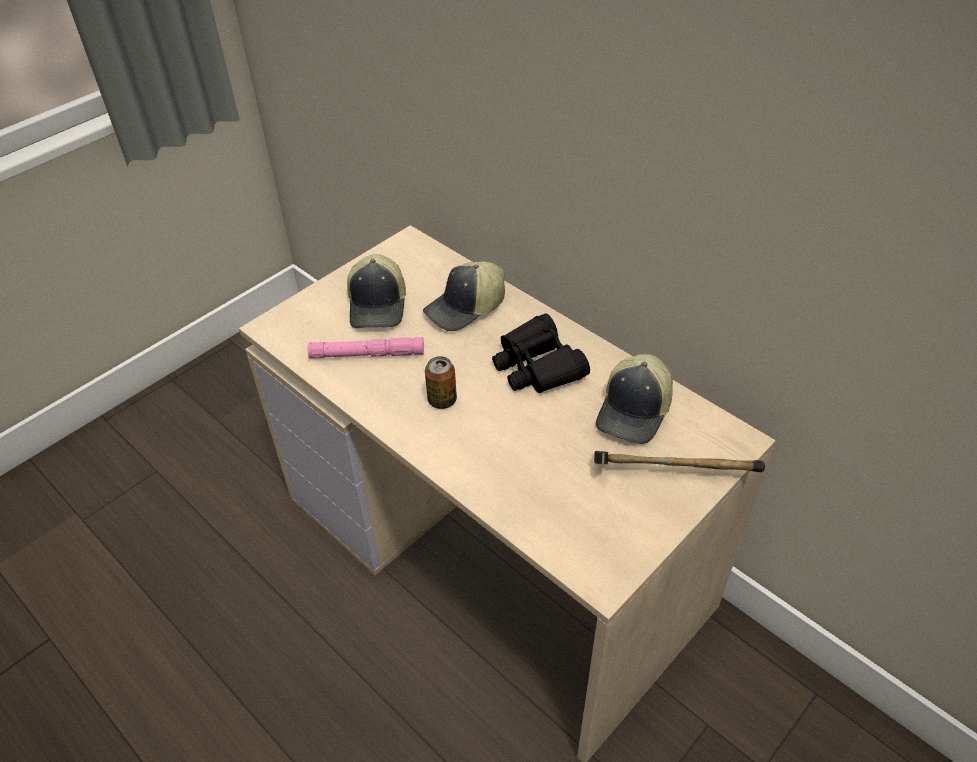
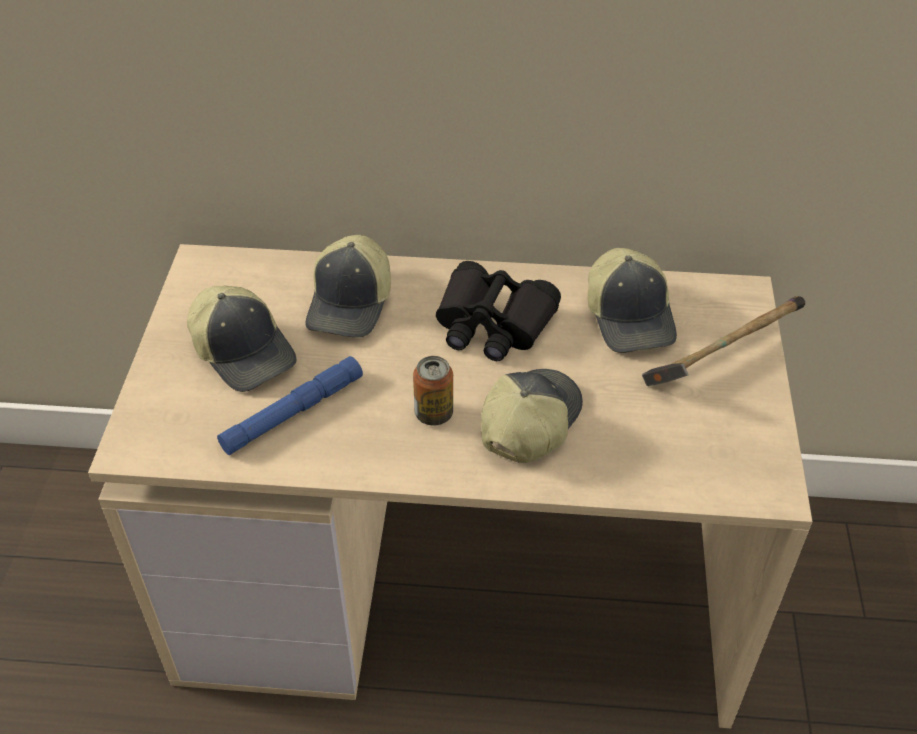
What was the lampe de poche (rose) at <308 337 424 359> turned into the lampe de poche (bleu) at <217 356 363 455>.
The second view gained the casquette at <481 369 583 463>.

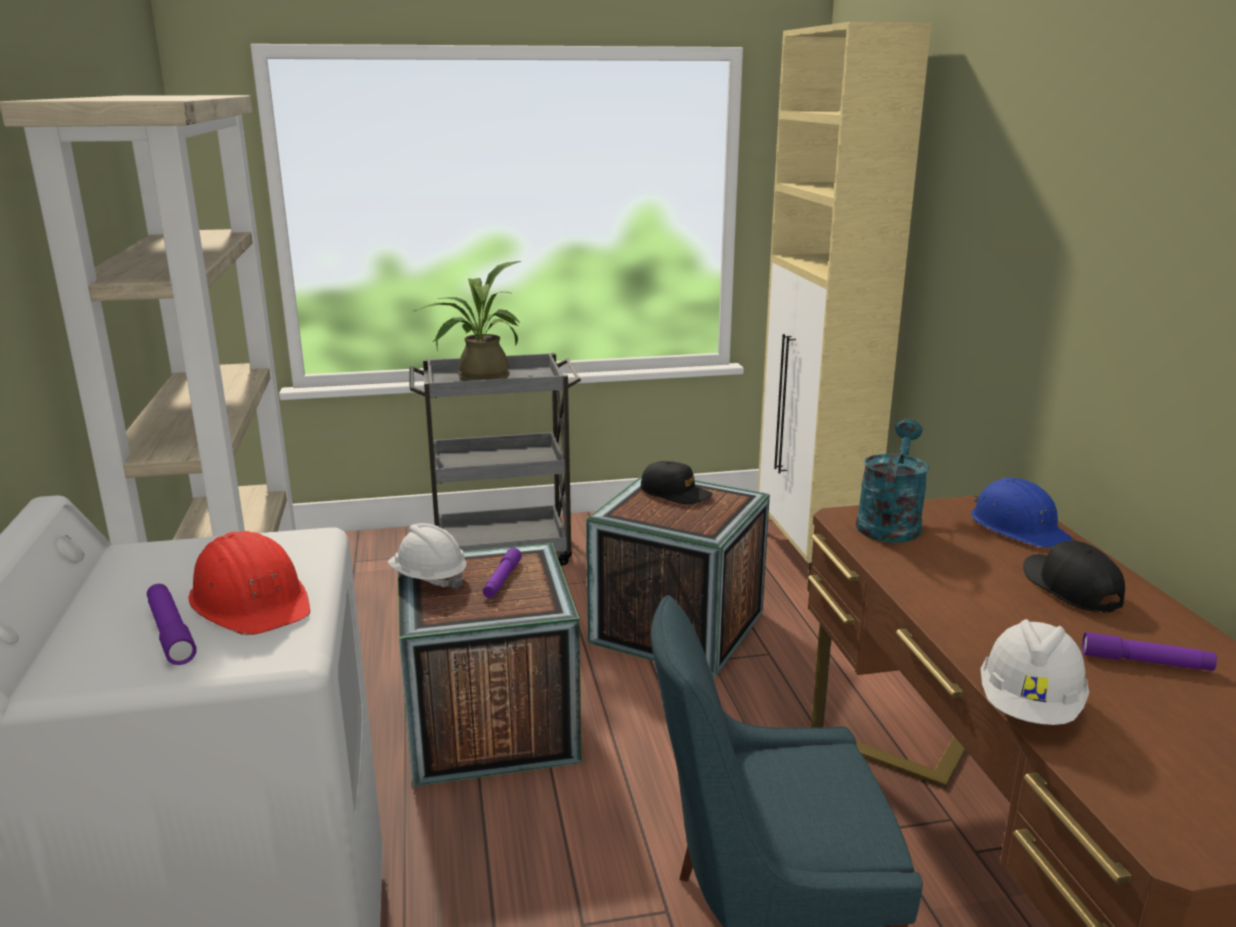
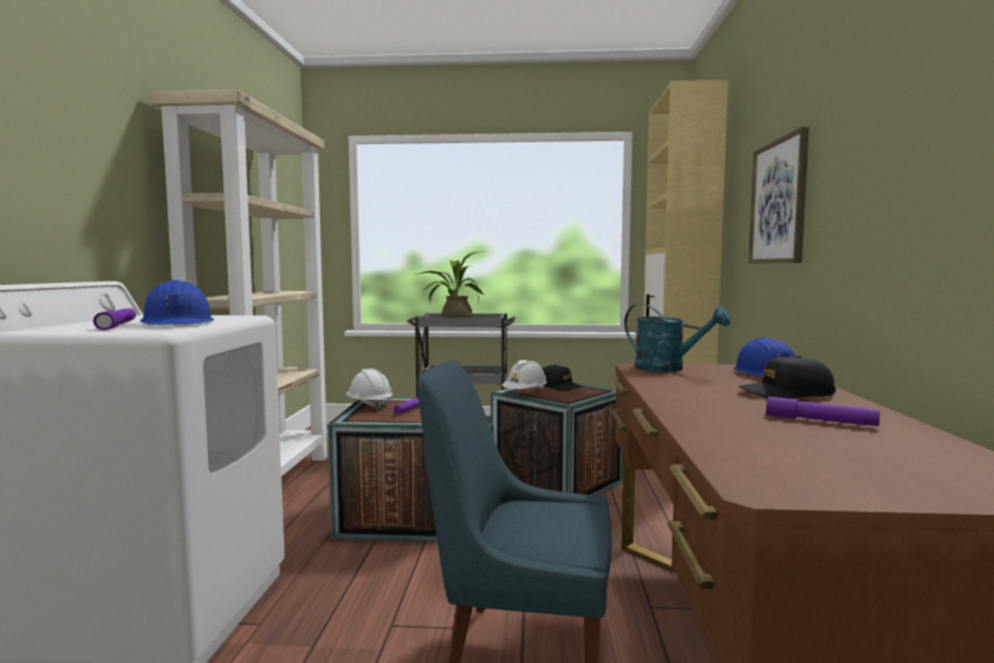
What was the casque de chantier (rouge) at <189 531 310 635> turned into the casque de chantier (bleu) at <140 280 214 325>.
The casque de chantier (blanc) ended up elsewhere, having gone from <981 619 1089 725> to <502 360 547 390>.
The arrosoir (turquoise) at <856 419 929 543> ended up facing another way, 90 degrees clockwise from before.
The casquette (noir) at <1023 541 1125 613> ended up facing another way, 90 degrees counterclockwise from before.
The second view gained the tableau at <749 127 809 263>.

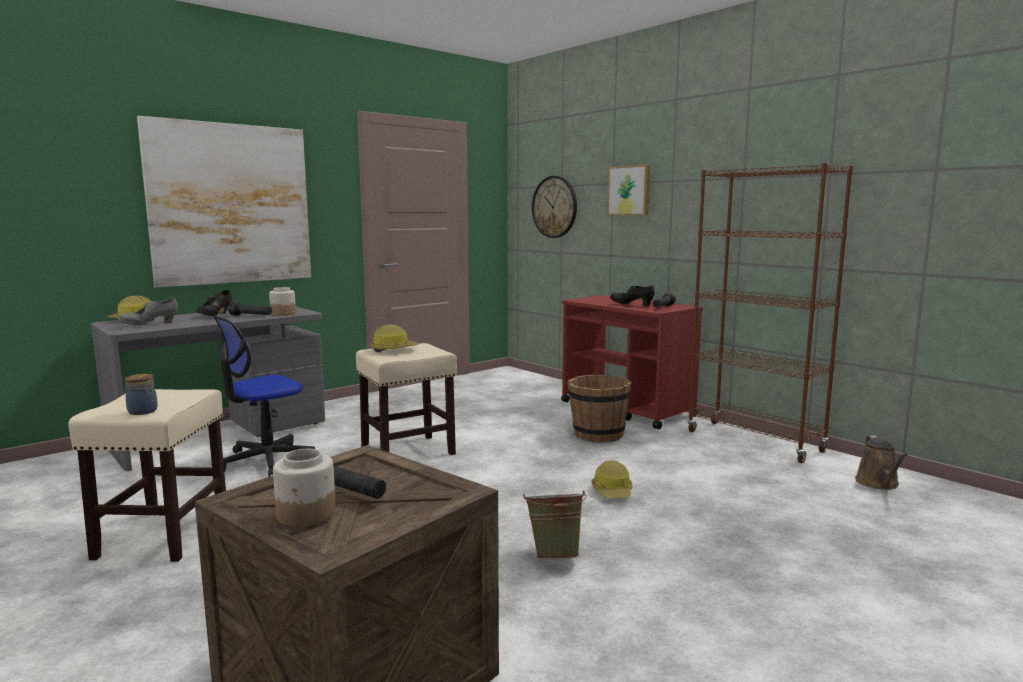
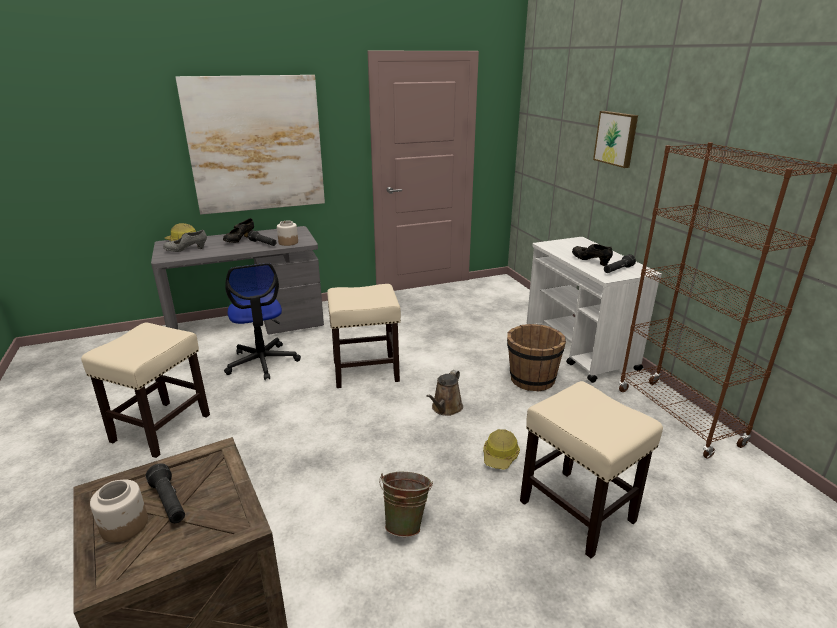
The chaise de bureau at <213 315 315 477> ended up facing another way, 90 degrees counterclockwise from before.
The arrosoir (marron) ended up elsewhere, having gone from <855 436 908 490> to <426 370 463 416>.
The second view gained the tabouret (beige) at <520 381 663 558>.
What was the chariot (rouge) at <561 295 703 430> turned into the chariot (blanc) at <527 237 662 383>.
The second view lost the bocal at <125 374 158 415>.
The second view lost the casque de chantier at <371 325 418 352>.
The second view lost the horloge murale at <532 176 577 238>.

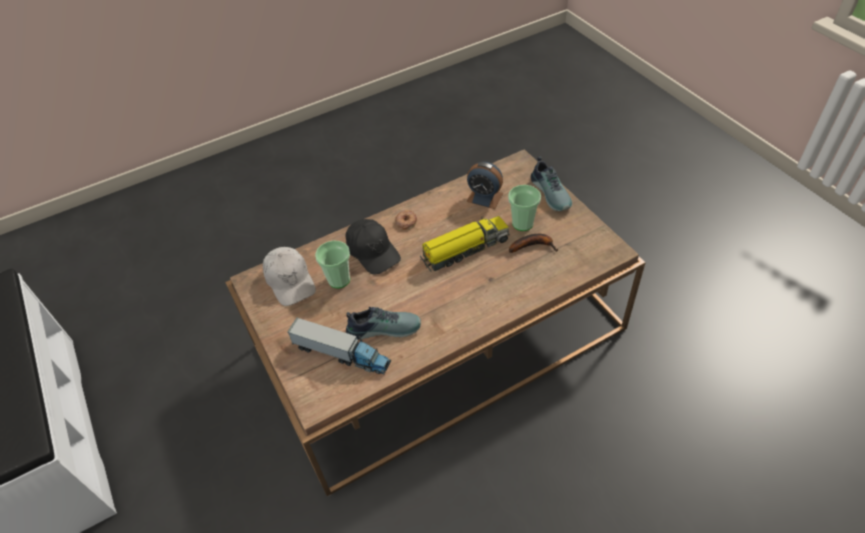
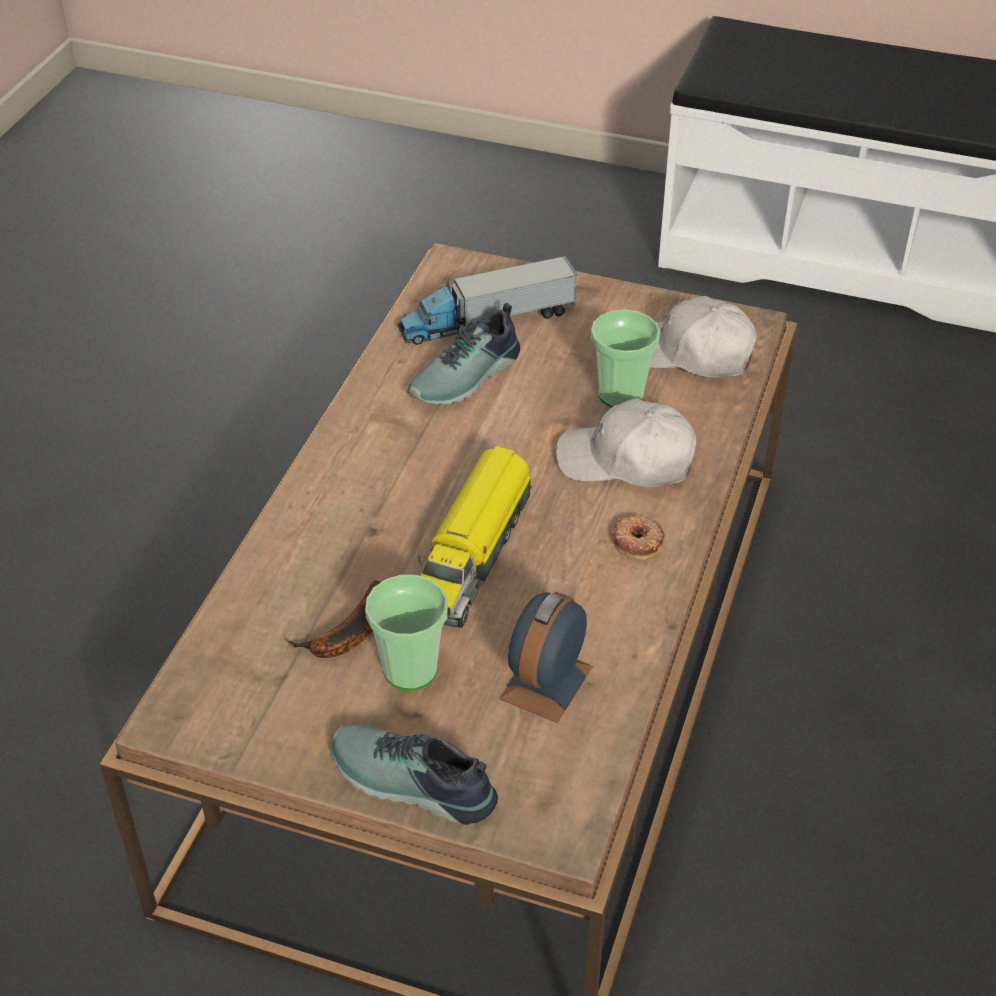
The réveil at <466 162 503 209> ended up facing another way, 45 degrees counterclockwise from before.
What was the casquette (noir) at <345 219 401 274> turned into the casquette (blanc) at <556 398 696 487>.

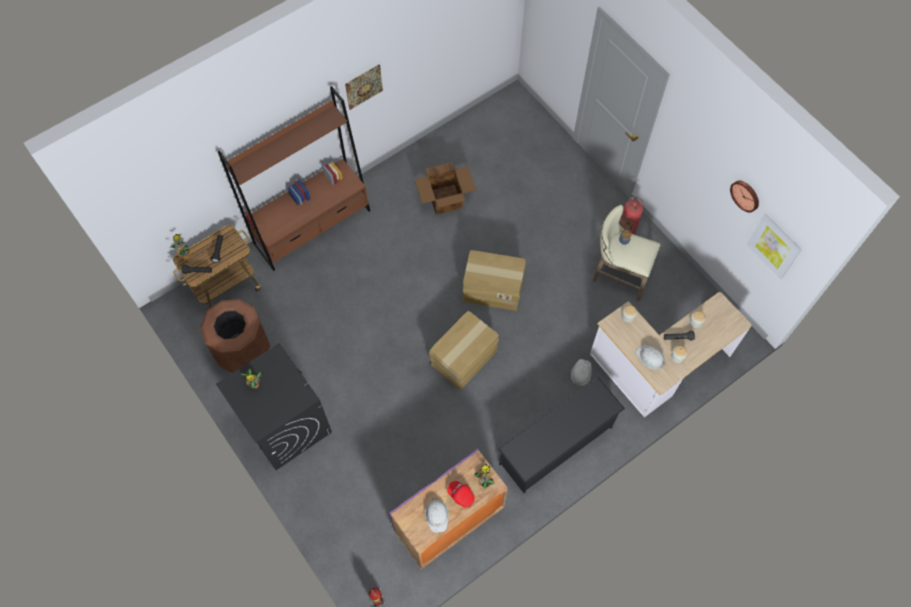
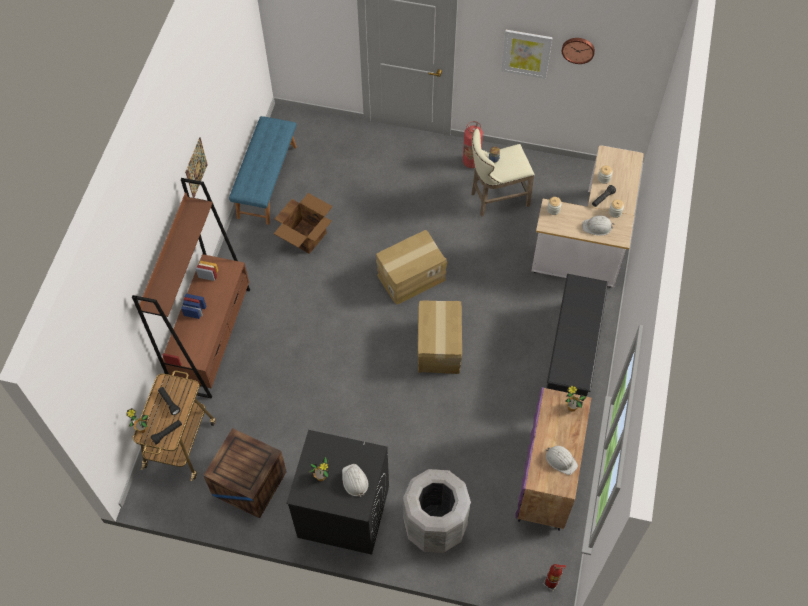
Where the poubelle (marron) stood at <200 299 270 373>, the caisse came to stand at <203 428 287 519>.
The second view gained the banc (bleu) at <229 116 297 225>.
The casque de chantier (blanc) ended up elsewhere, having gone from <571 359 591 386> to <342 464 369 497>.
The second view gained the poubelle (gris) at <403 469 471 553>.
The tableau ended up elsewhere, having gone from <747 214 802 279> to <501 30 553 79>.
The second view lost the casquette (rouge) at <447 481 475 507>.

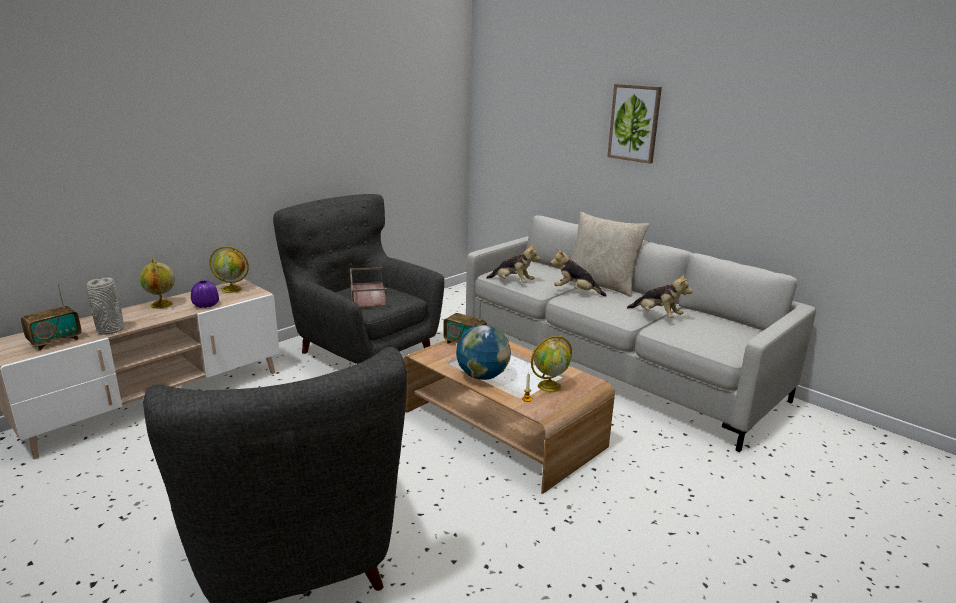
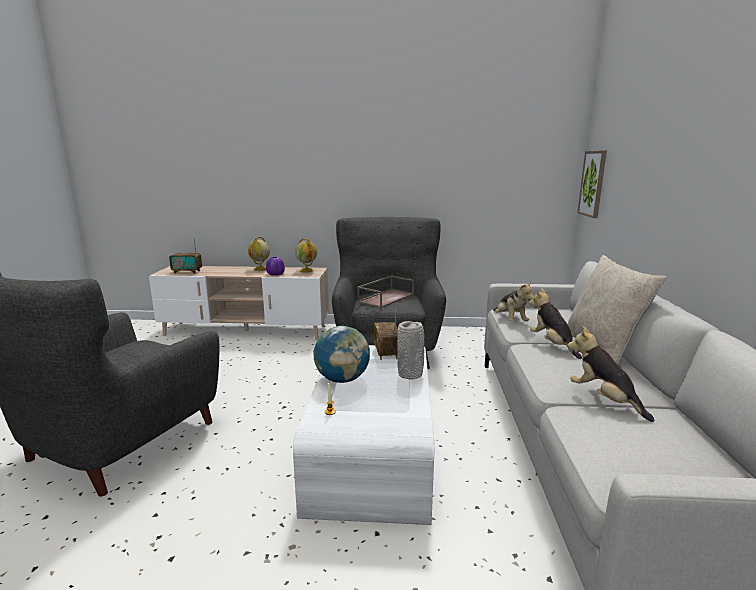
What was the table basse (marron) at <403 340 615 494> turned into the table basse (blanc) at <293 345 434 525>.
The vase (gris) ended up elsewhere, having gone from <87 277 124 335> to <397 321 424 379>.
The peluche at <627 273 692 318> ended up facing another way, 150 degrees clockwise from before.
The tableau ended up elsewhere, having gone from <607 84 662 164> to <577 150 607 218>.
The second view lost the globe at <531 335 572 392>.

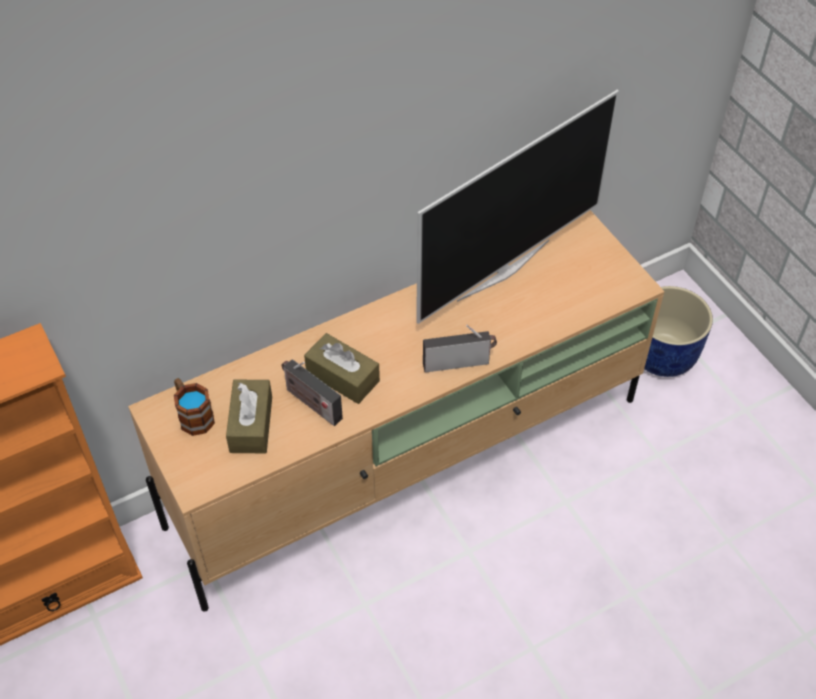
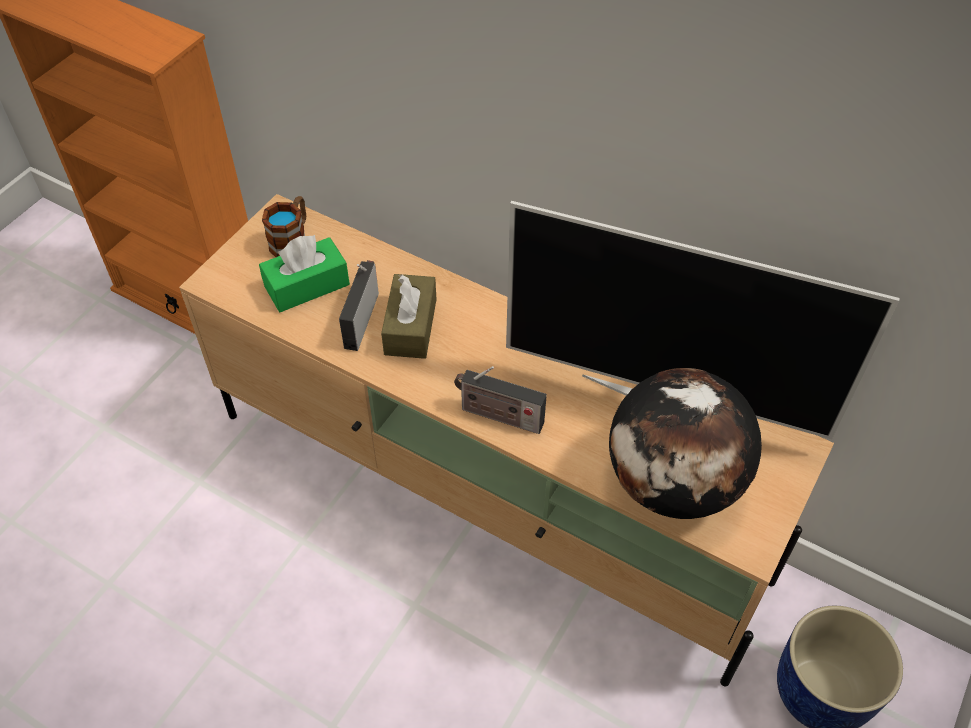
What was the boîte à mouchoirs (marron) at <226 379 272 453> turned into the boîte à mouchoirs (vert) at <259 235 350 312>.
The radio at <423 325 497 373> ended up facing another way, 150 degrees clockwise from before.
The second view gained the globe at <609 368 762 519>.

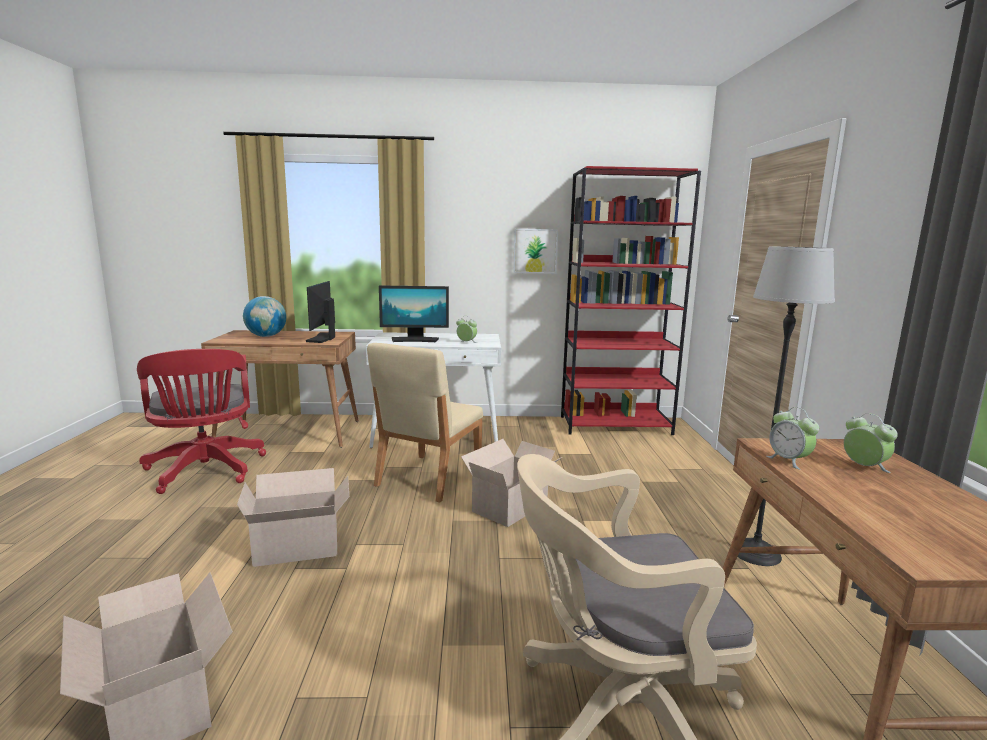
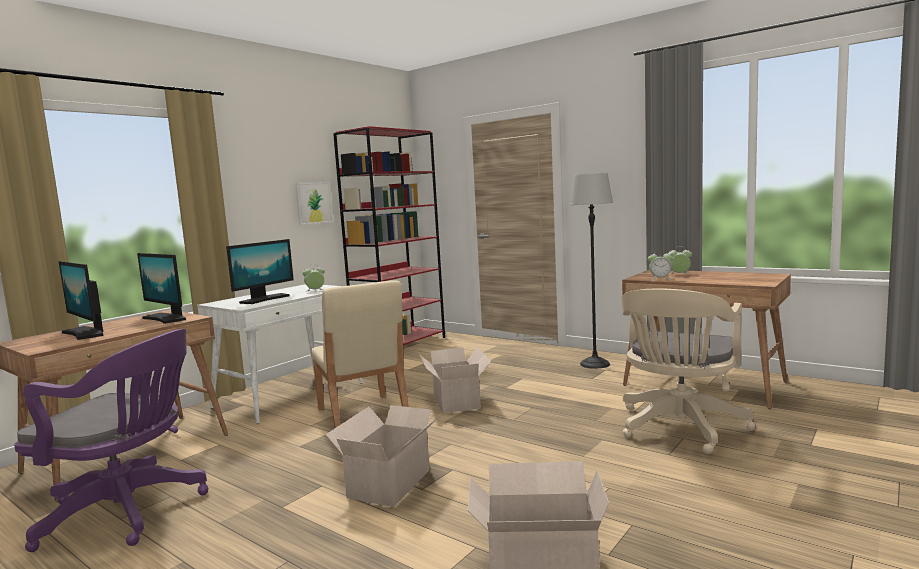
What was the chaise de bureau (rouge) at <137 349 266 494> turned into the chaise de bureau (violet) at <14 329 209 552>.
Where the globe stood at <243 296 286 337>, the écran d'ordinateur came to stand at <59 261 103 340>.

